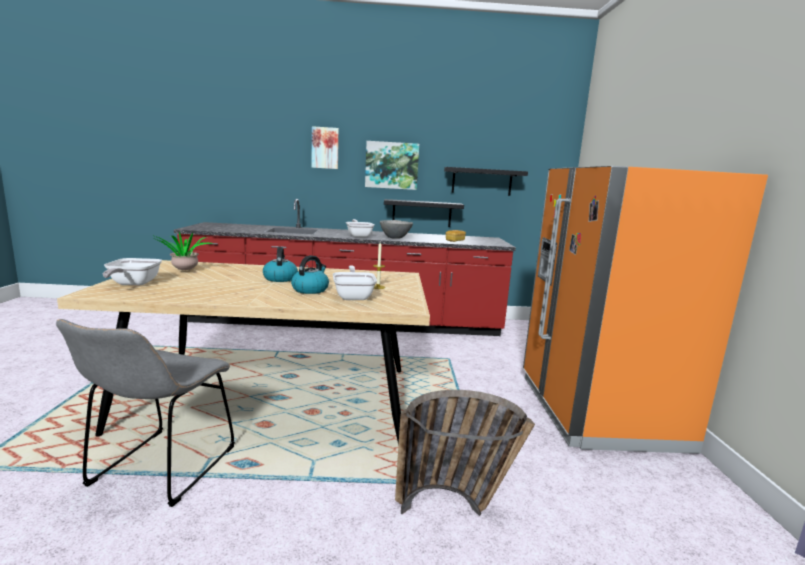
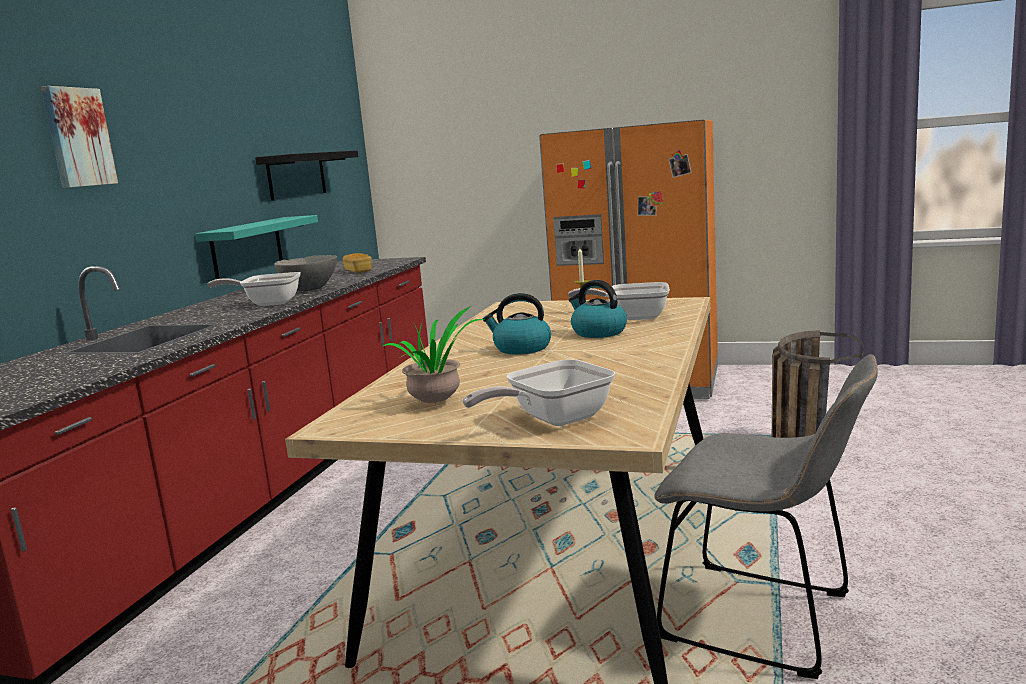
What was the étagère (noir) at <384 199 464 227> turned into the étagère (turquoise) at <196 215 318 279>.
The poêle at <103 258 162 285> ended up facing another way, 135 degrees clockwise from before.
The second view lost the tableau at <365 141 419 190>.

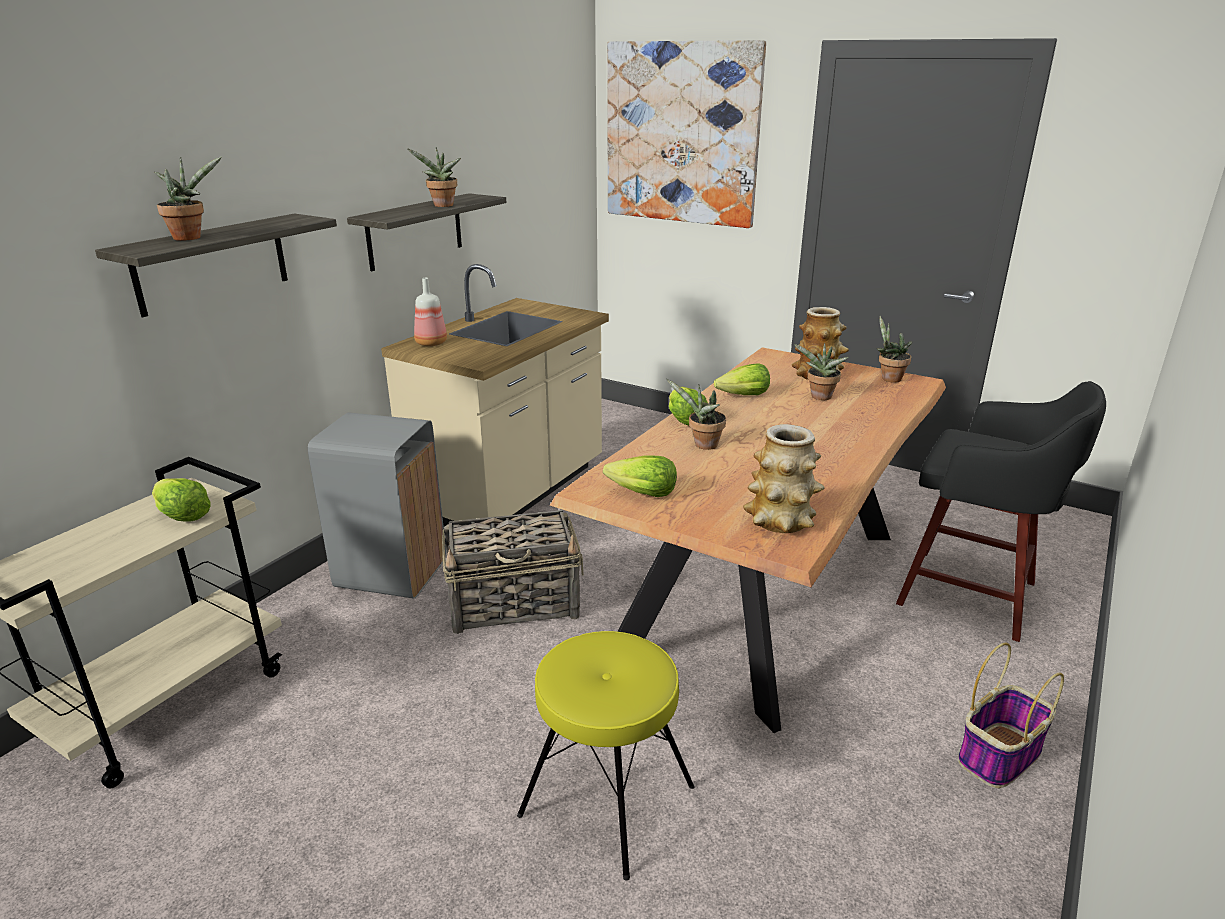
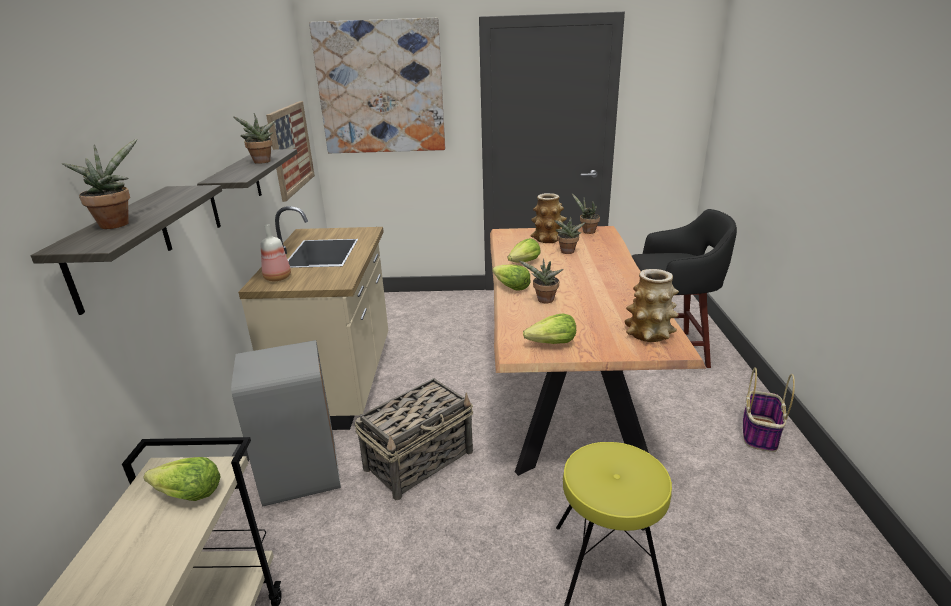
The second view gained the tableau at <266 101 315 202>.

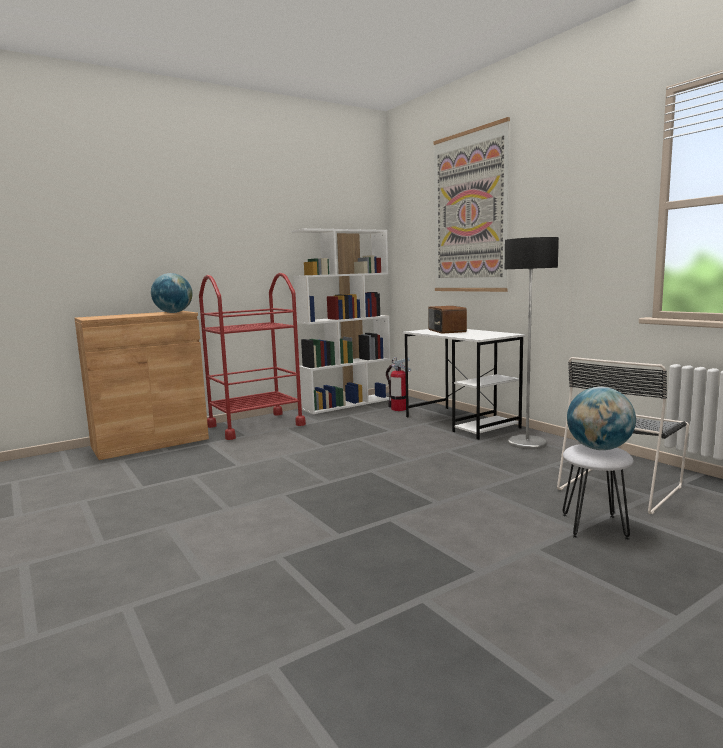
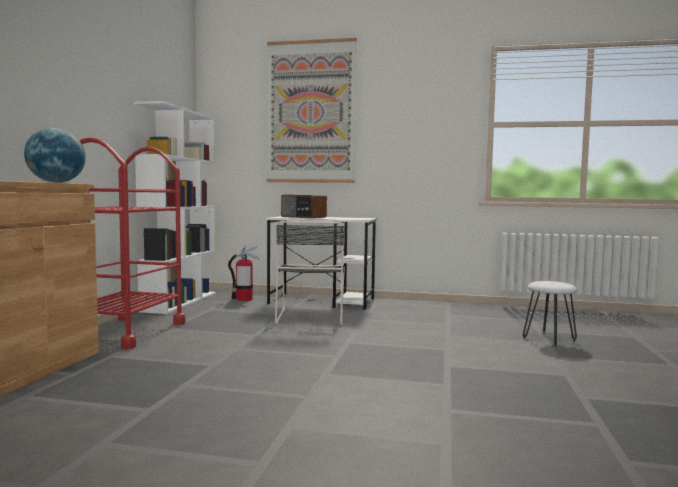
The chaise (noir) ended up elsewhere, having gone from <557 357 689 514> to <275 221 345 325>.
The second view lost the lampadaire at <505 237 559 449>.
The second view lost the globe at <567 387 636 450>.

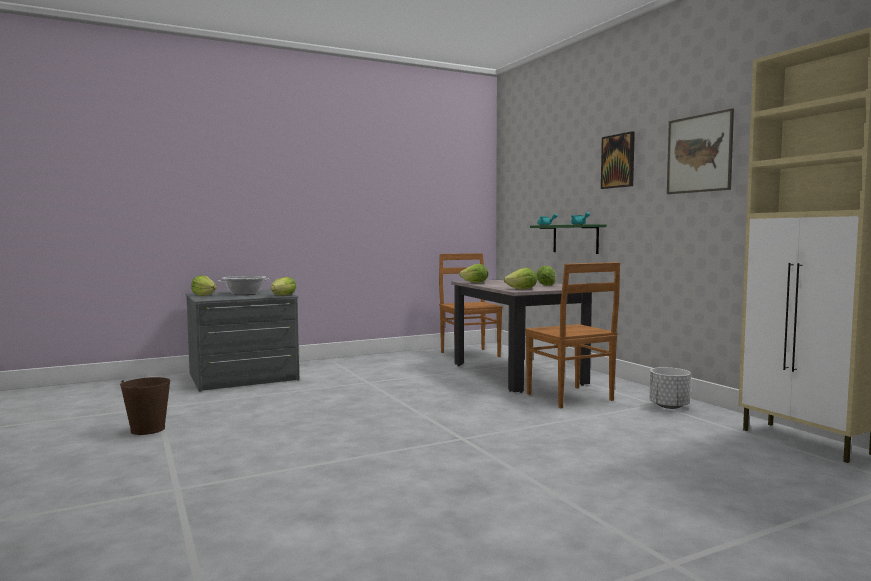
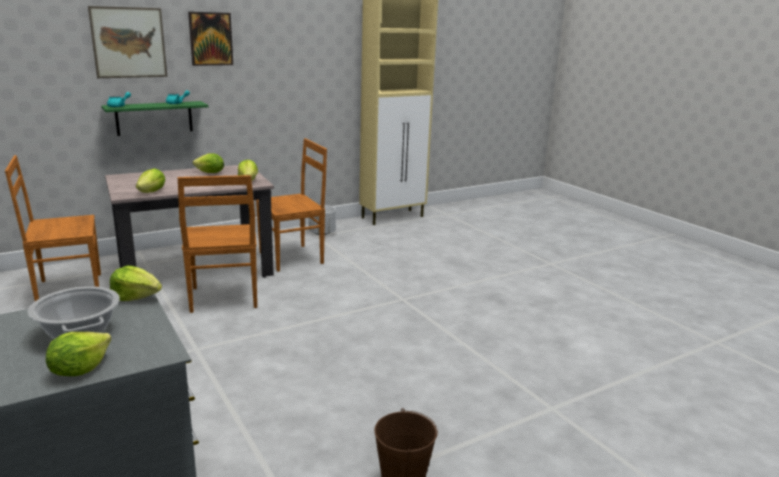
The tableau ended up elsewhere, having gone from <667 108 734 194> to <88 6 167 78>.
The second view gained the chaise (marron) at <178 175 257 313>.

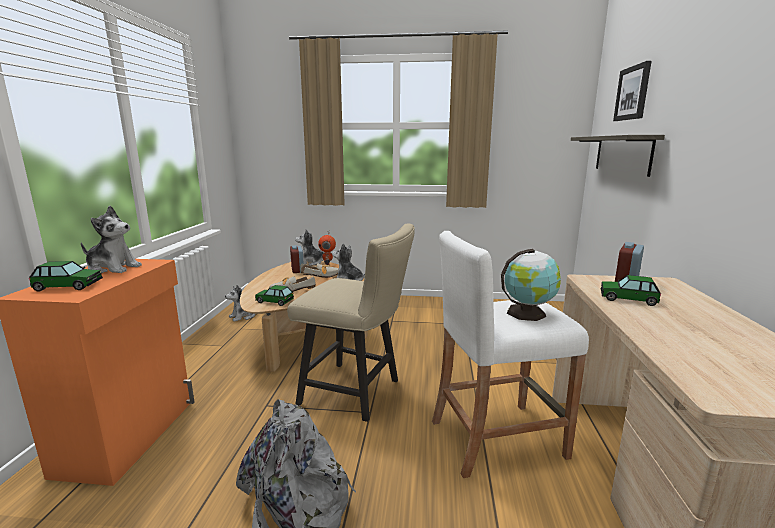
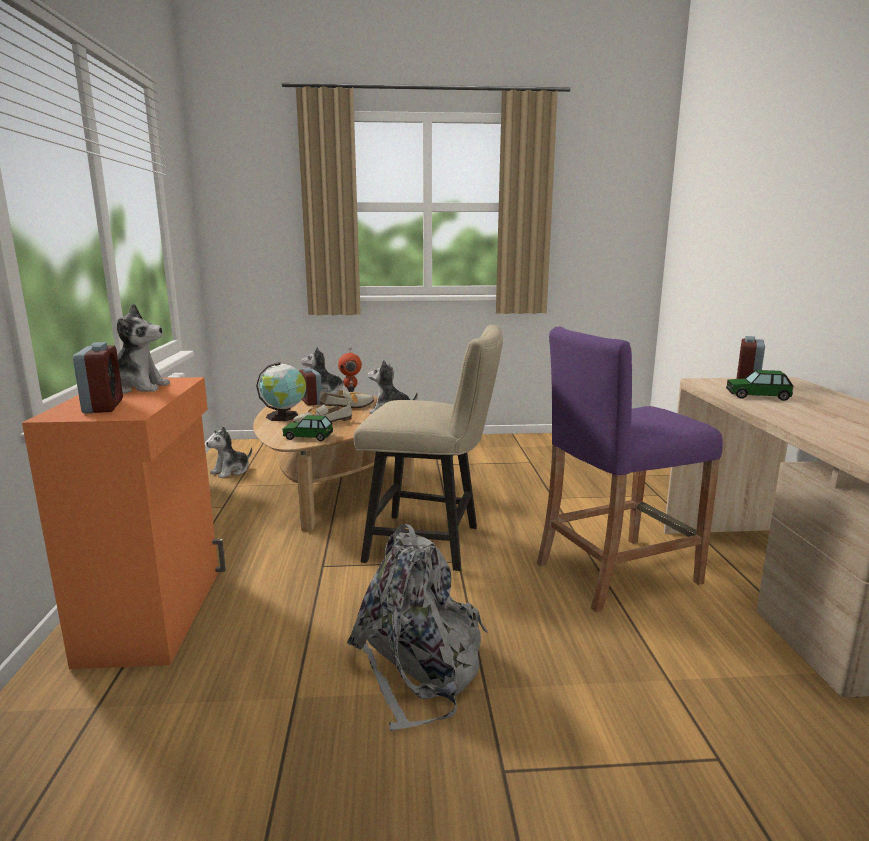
Where the petite voiture stood at <29 261 103 292>, the réveil came to stand at <73 342 123 414>.
The globe ended up elsewhere, having gone from <501 249 561 321> to <256 362 306 421>.
What was the tabouret (blanc) at <432 231 589 478> turned into the tabouret (violet) at <536 327 723 612>.
The second view lost the étagère at <571 135 665 177>.
The second view lost the tableau at <613 61 651 121>.

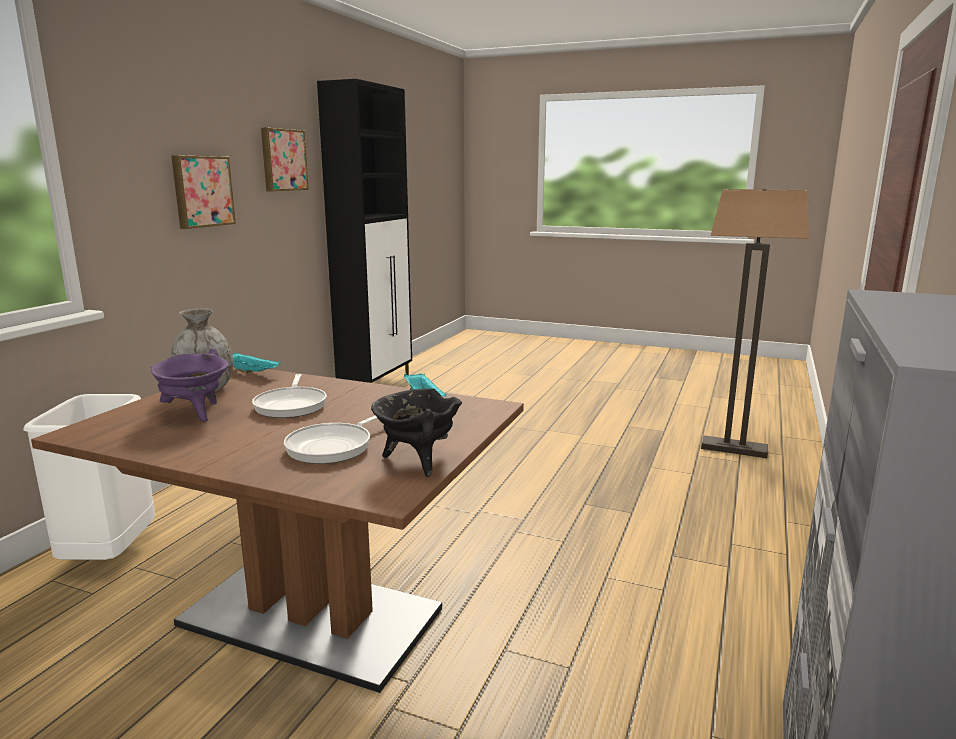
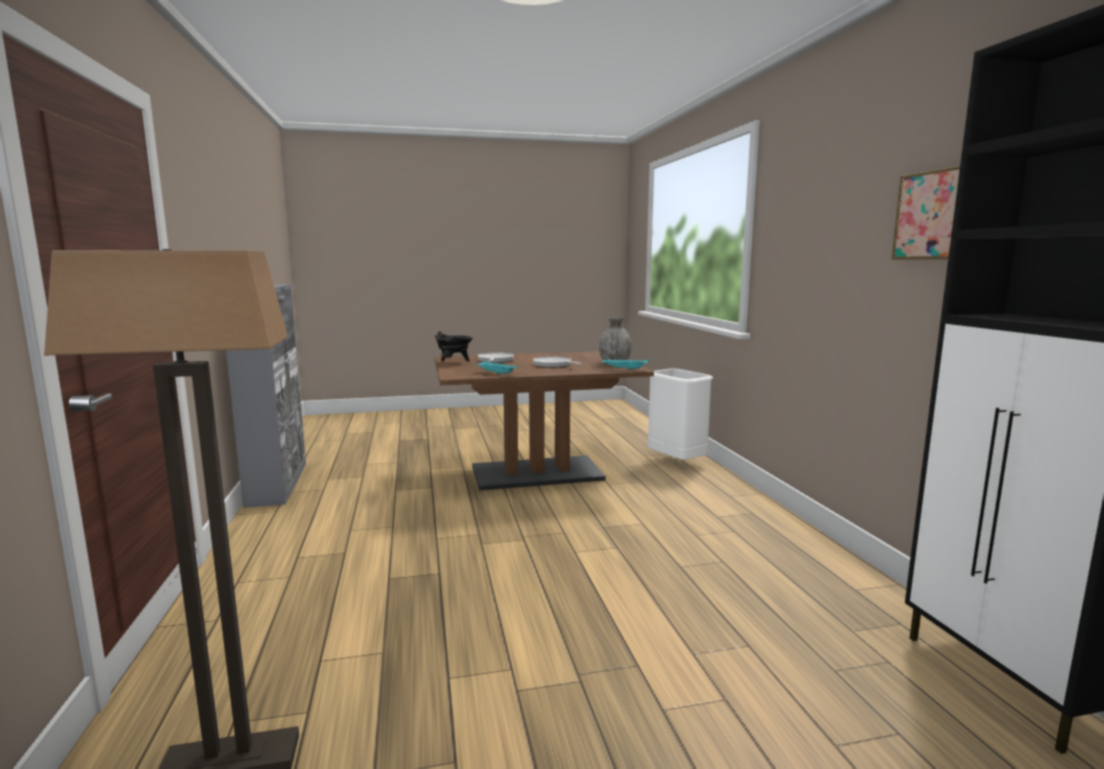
The second view lost the marmite (violet) at <151 348 229 422>.
The second view lost the tableau at <171 155 236 229>.

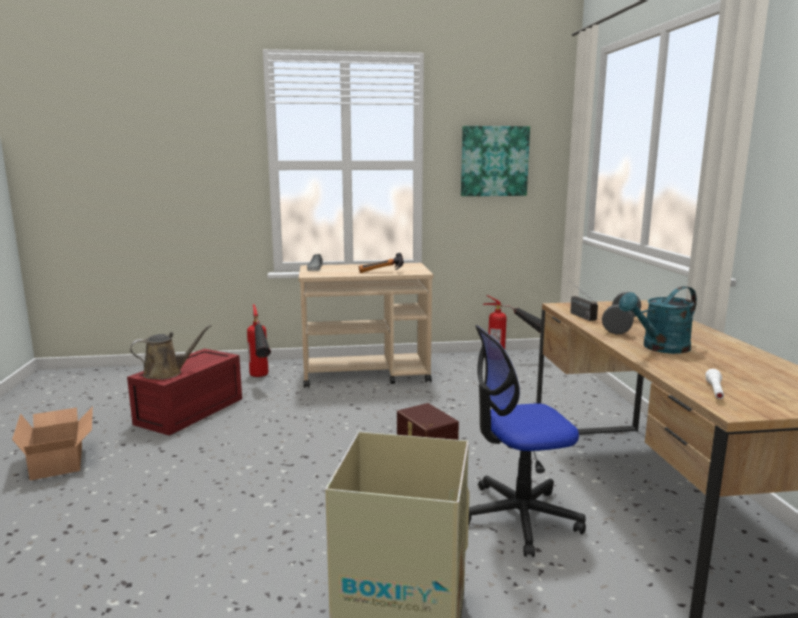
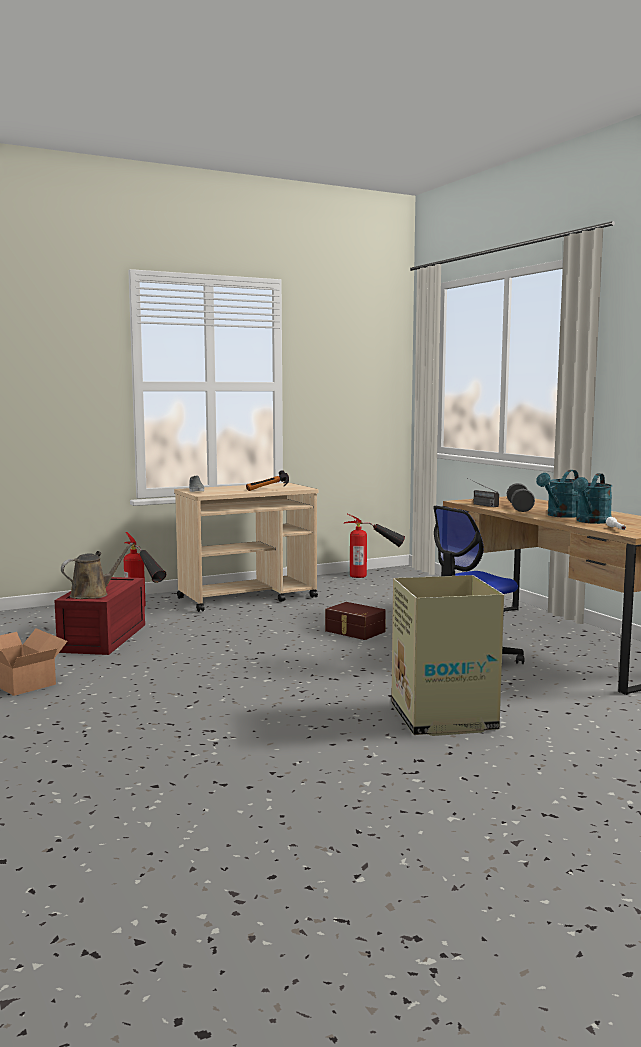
The second view gained the arrosoir (turquoise) at <573 473 612 524>.
The second view lost the tableau at <461 126 530 196>.

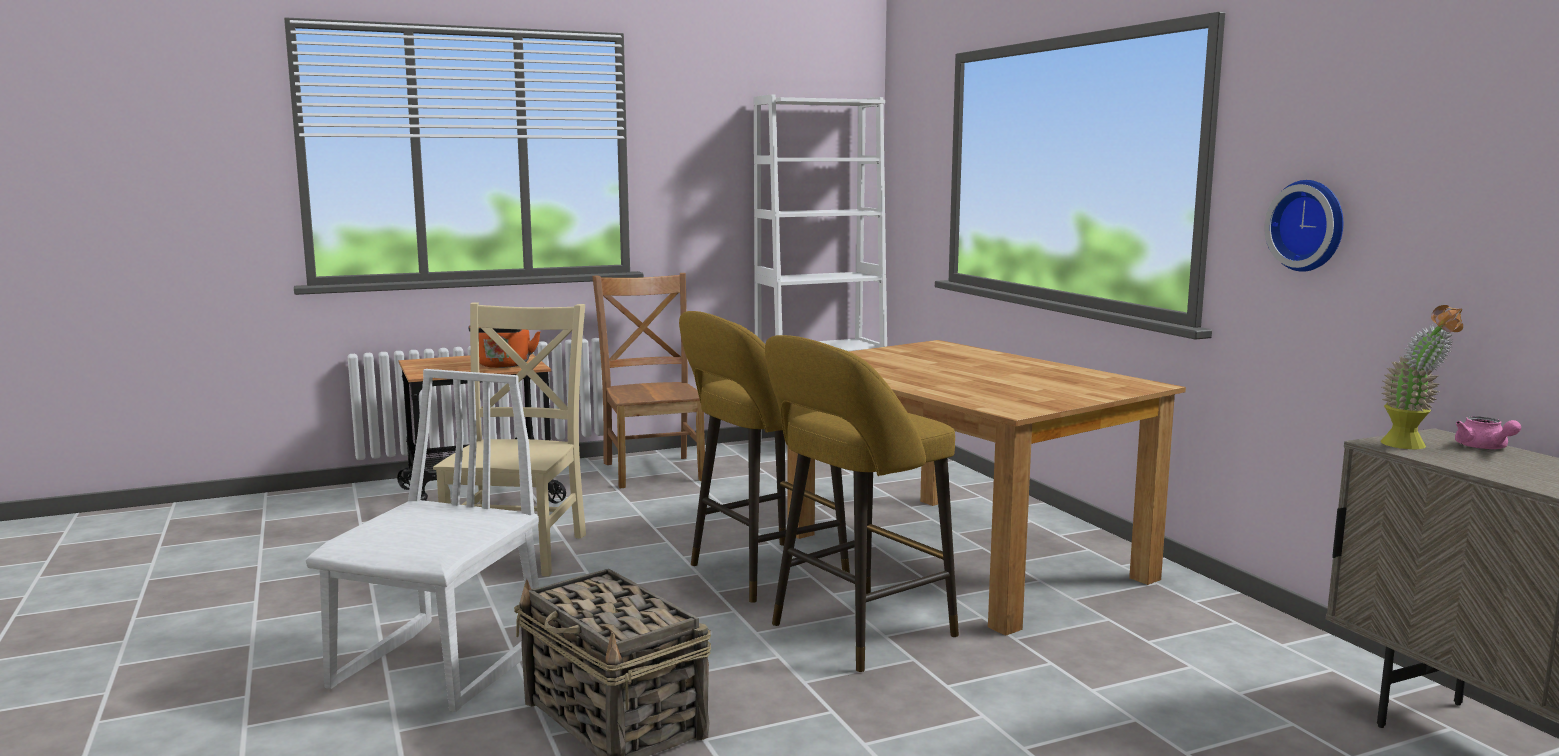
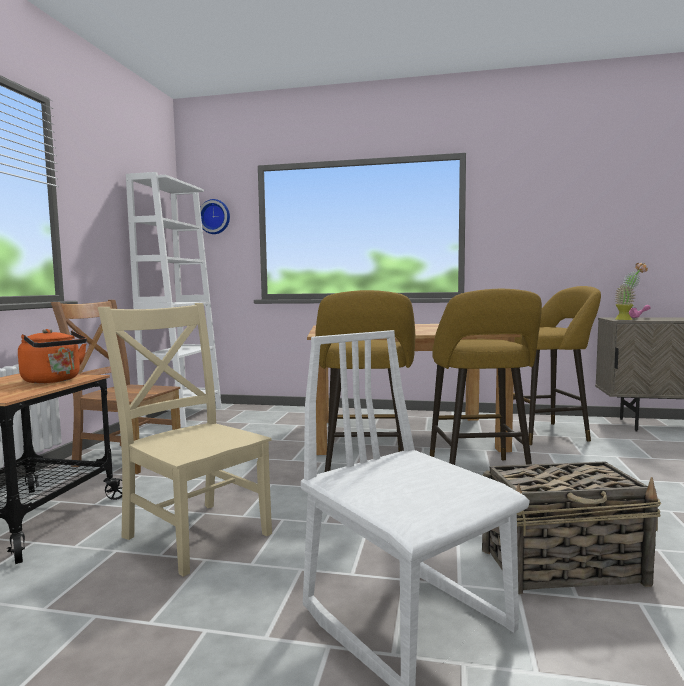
The horloge murale ended up elsewhere, having gone from <1264 180 1343 272> to <200 199 230 234>.
The second view gained the tabouret (jaune) at <513 286 601 445>.

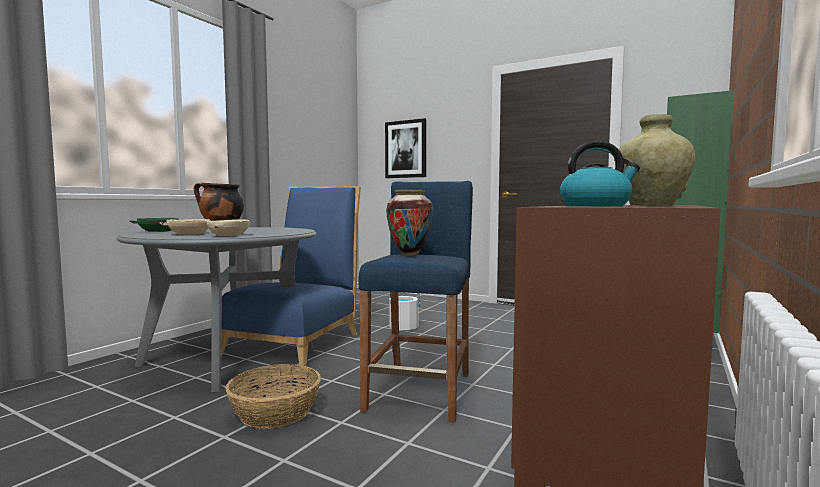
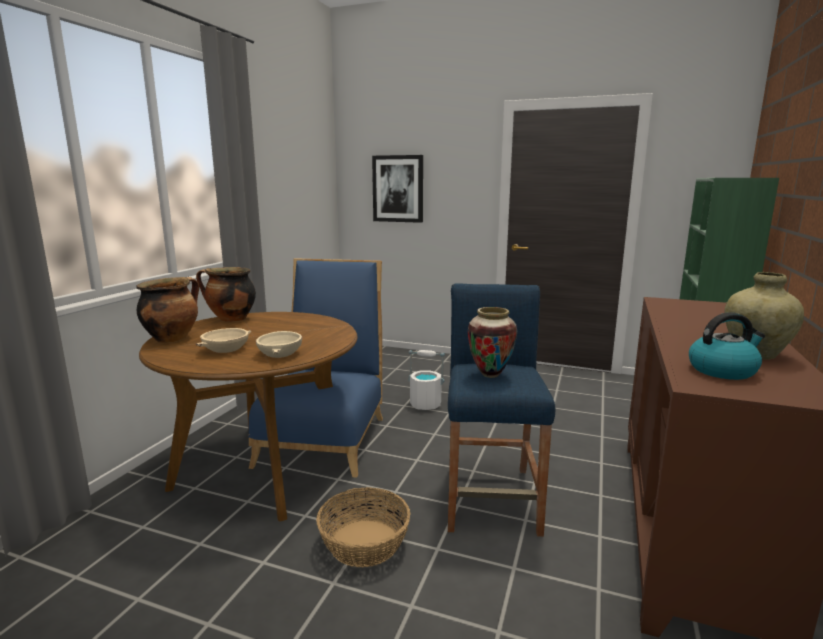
Where the bol (vert) stood at <130 218 178 232>, the marmite came to stand at <137 277 199 343>.
What was the table à manger (gris) at <117 227 317 392> turned into the table à manger (marron) at <139 312 358 521>.

